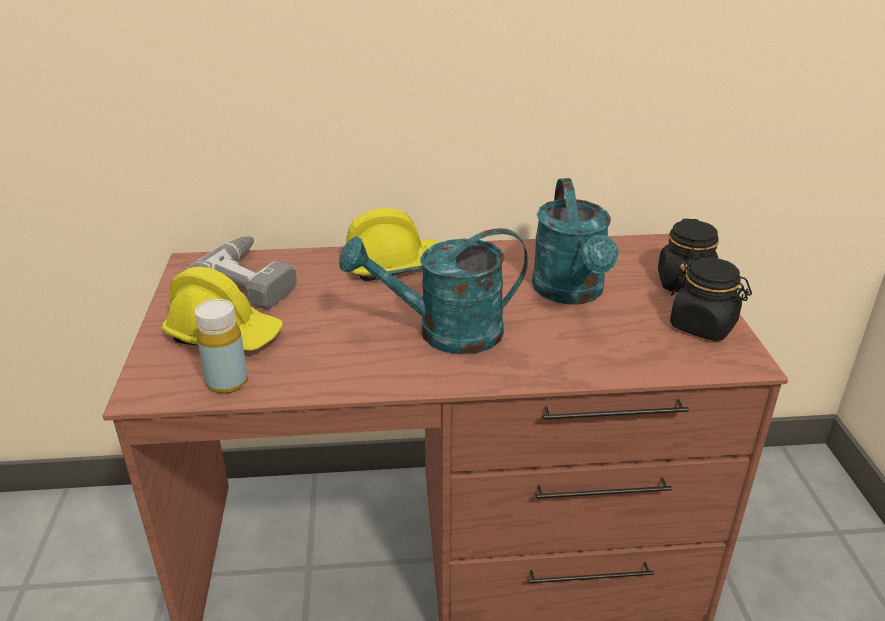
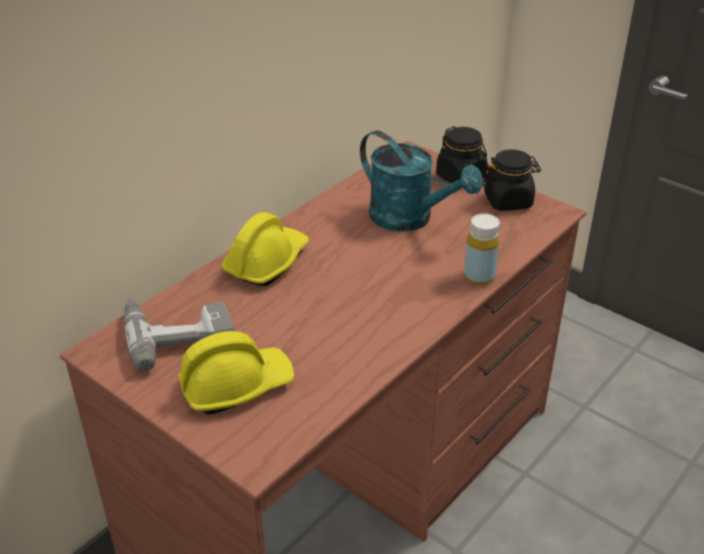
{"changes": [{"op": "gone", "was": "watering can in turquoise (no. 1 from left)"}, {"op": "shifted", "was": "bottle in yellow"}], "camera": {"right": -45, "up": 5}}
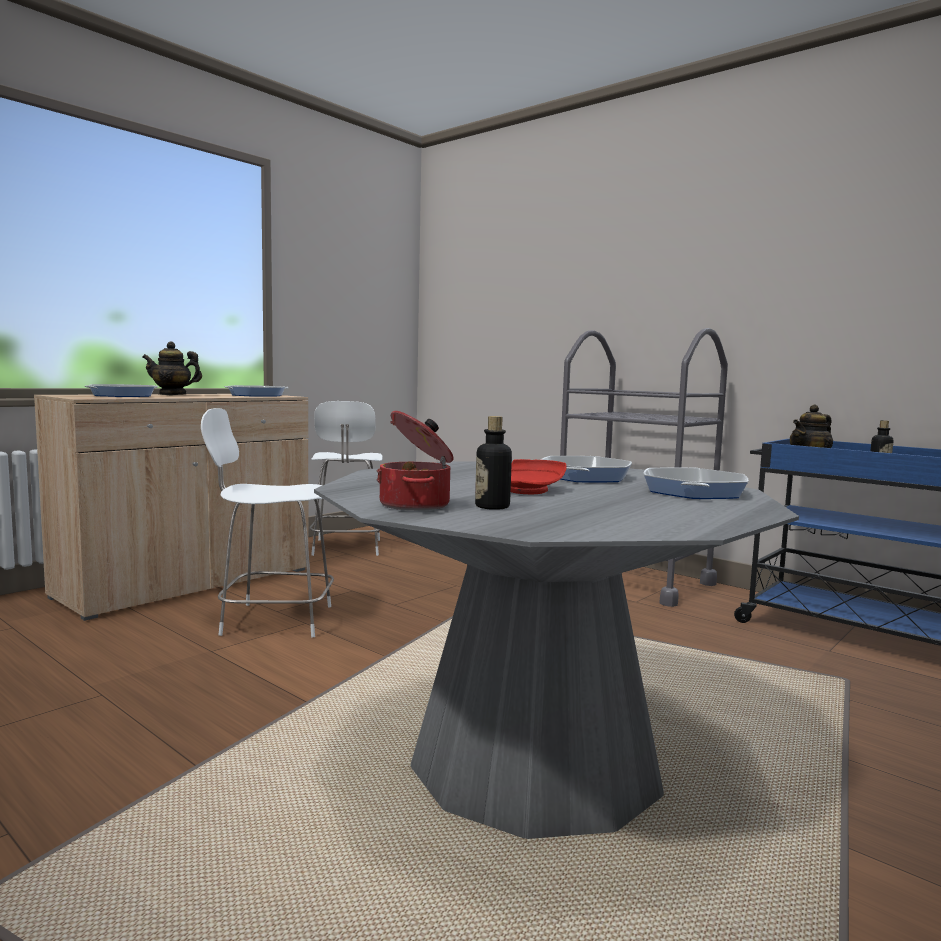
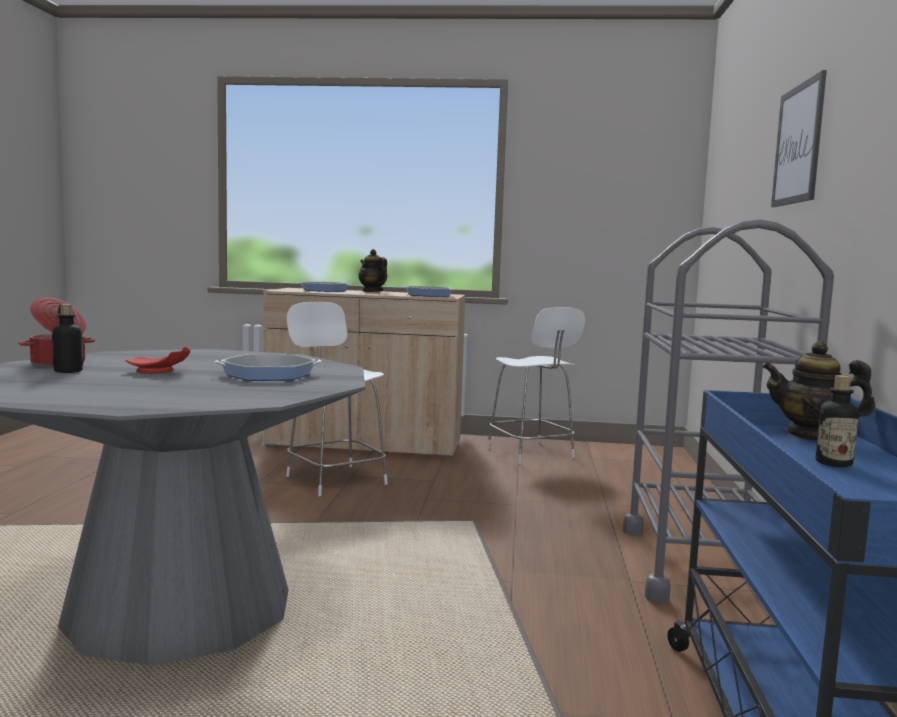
{"changes": [{"op": "rotated", "was": "chair in white (no. 2 from left)", "clockwise": -75}, {"op": "gone", "was": "frying pan (no. 4 from left)"}, {"op": "new", "now": "picture"}], "camera": {"right": 55, "up": 0}}
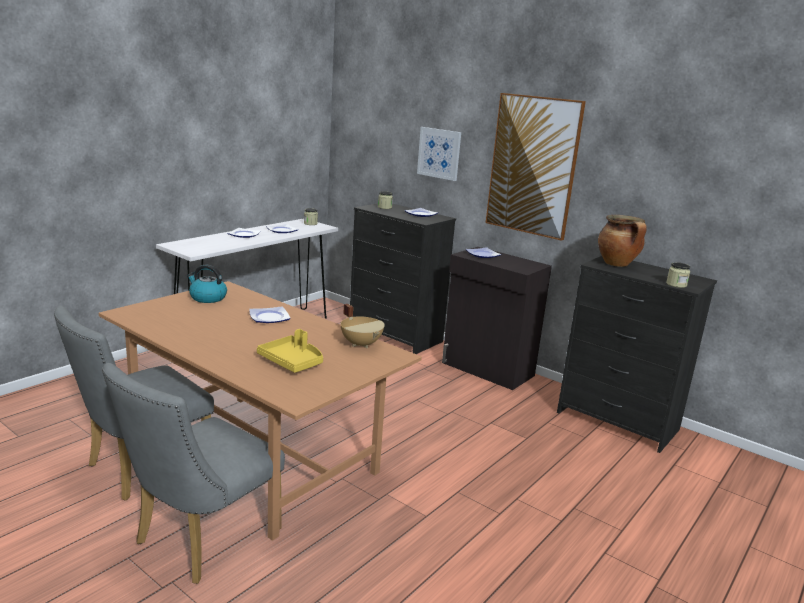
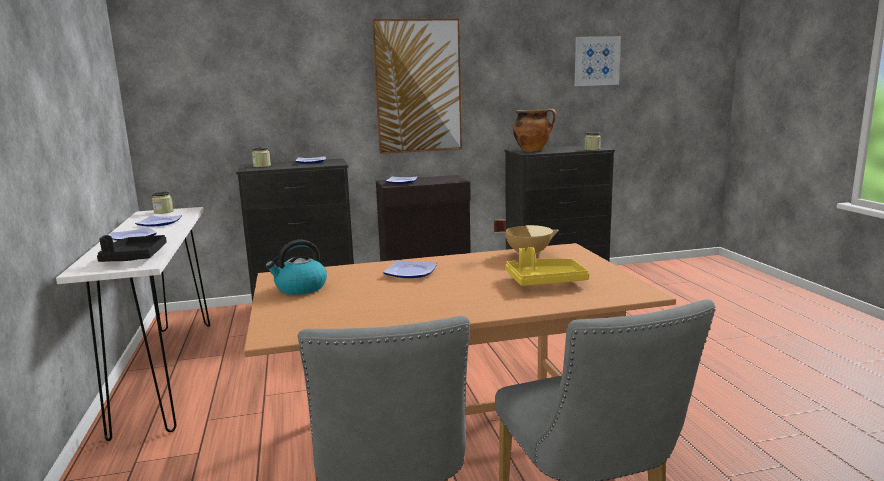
{"changes": [{"op": "shifted", "was": "picture (no. 1 from left in the first image)", "now": "picture (no. 2 from left)"}, {"op": "new", "now": "tray in black"}], "camera": {"right": -50, "up": -5}}
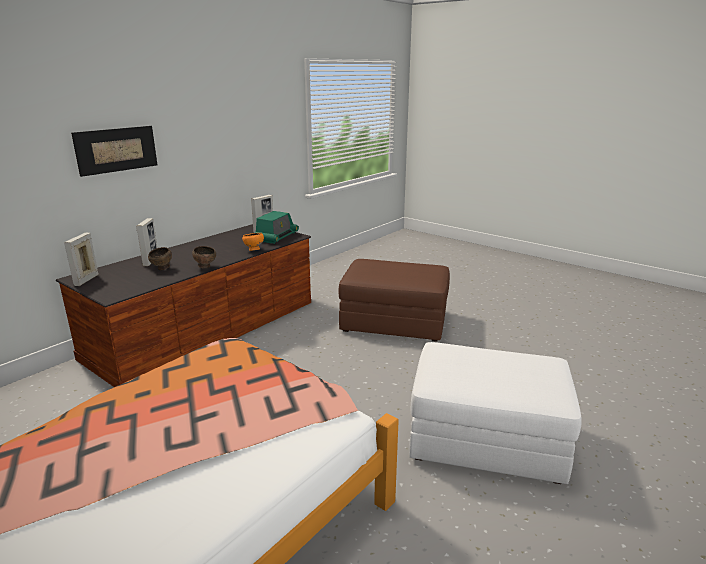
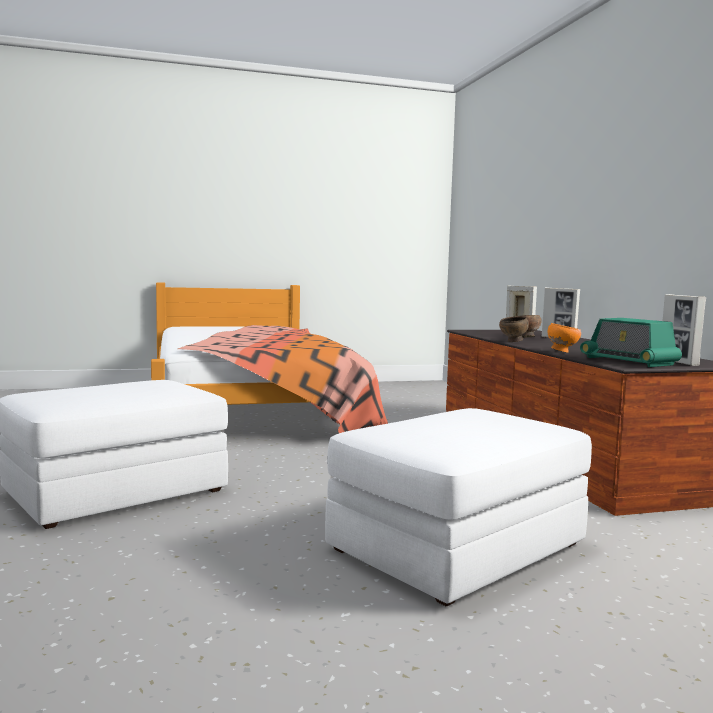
{"changes": [{"op": "gone", "was": "picture"}, {"op": "repainted", "was": "ottoman in brown", "now": "ottoman in white (no. 2 from left)"}], "camera": {"right": 125, "up": -15}}
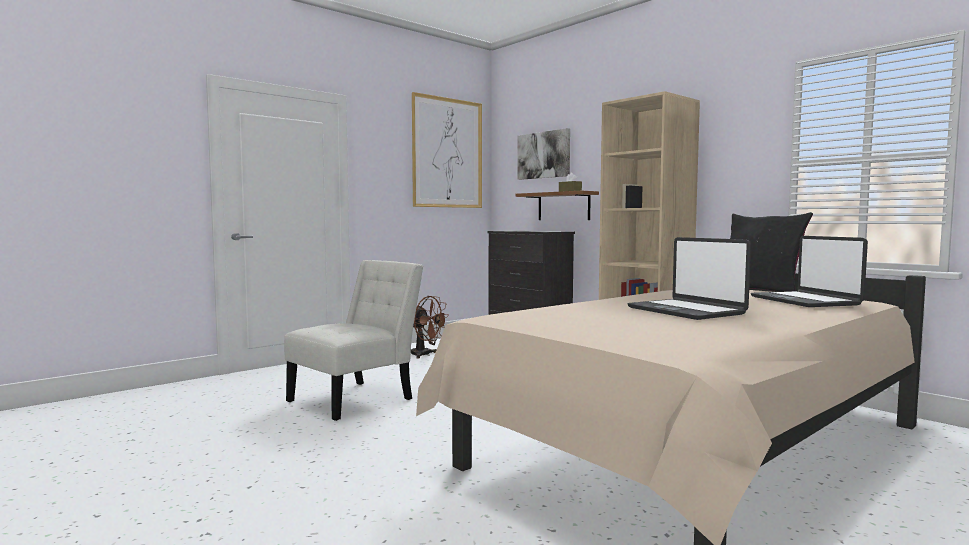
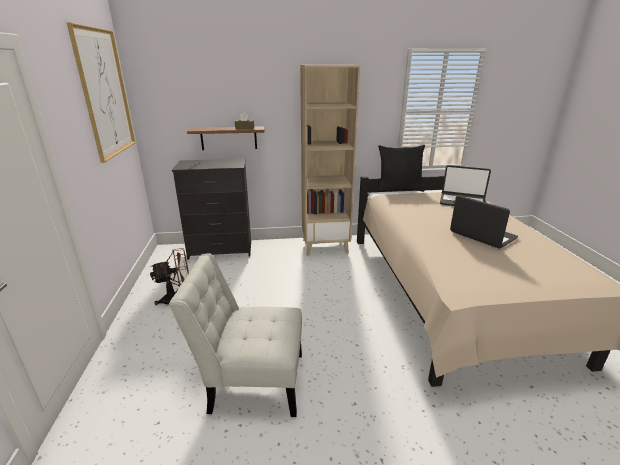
{"changes": [{"op": "gone", "was": "picture (no. 2 from left)"}, {"op": "rotated", "was": "laptop (no. 1 from left in the first image)", "clockwise": -135}, {"op": "rotated", "was": "chair in white", "clockwise": -75}], "camera": {"right": -55, "up": 20}}
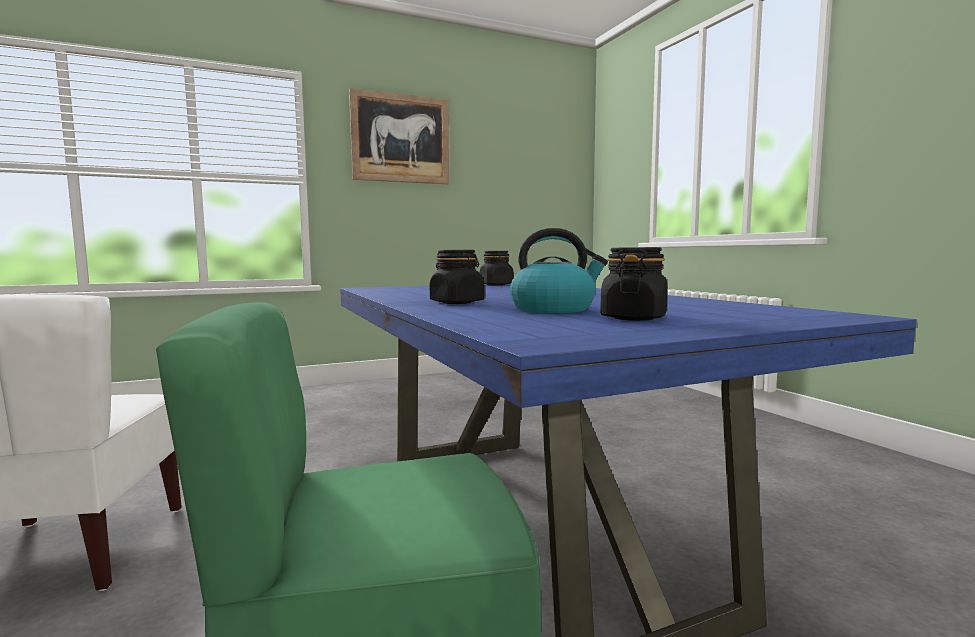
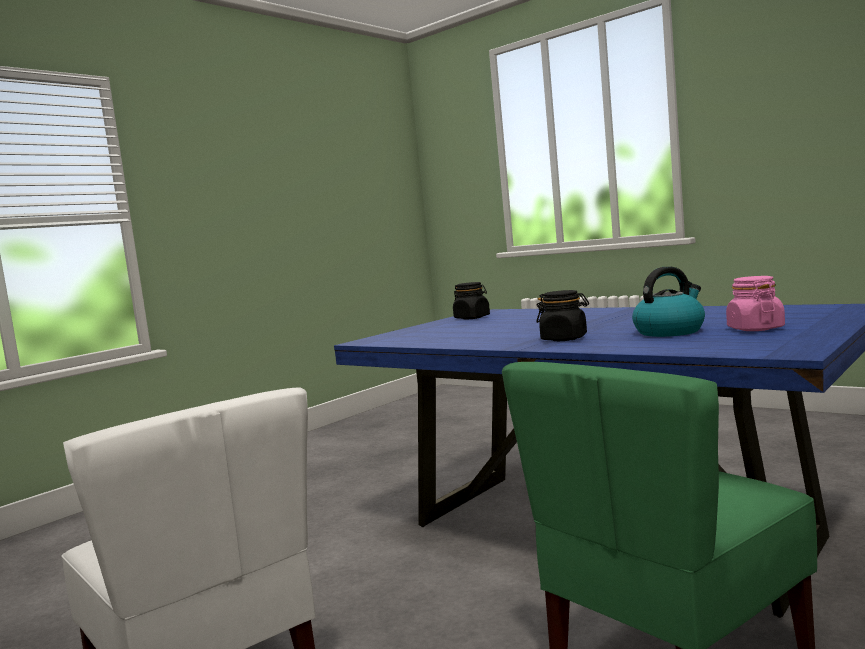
{"changes": [{"op": "gone", "was": "picture"}, {"op": "repainted", "was": "jar in black (no. 3 from left)", "now": "jar in pink"}], "camera": {"right": -25, "up": 0}}
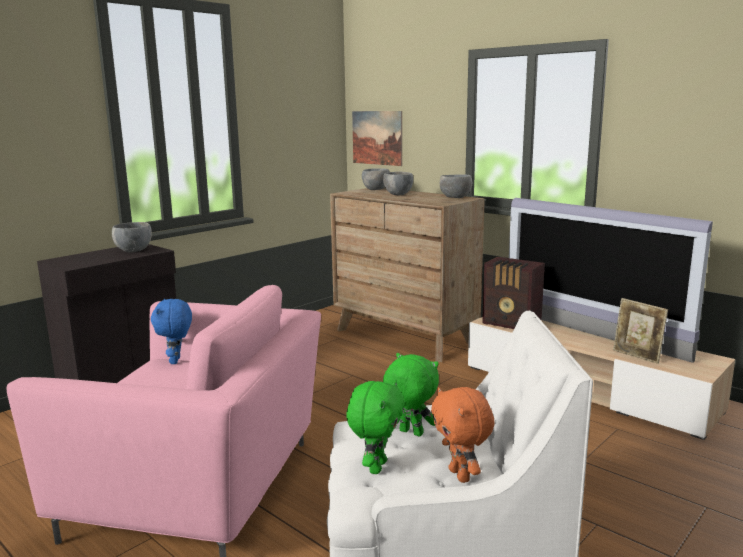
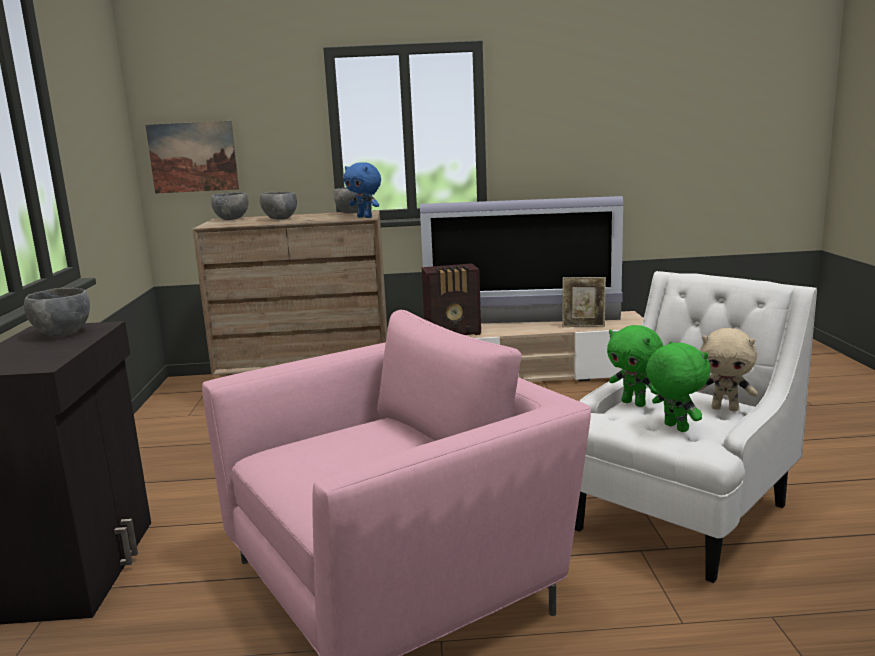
{"changes": [{"op": "shifted", "was": "plush toy in blue"}, {"op": "rotated", "was": "plush toy in green (no. 2 from left in the first image)", "clockwise": -120}, {"op": "repainted", "was": "plush toy in orange", "now": "plush toy in beige"}], "camera": {"right": -45, "up": 0}}
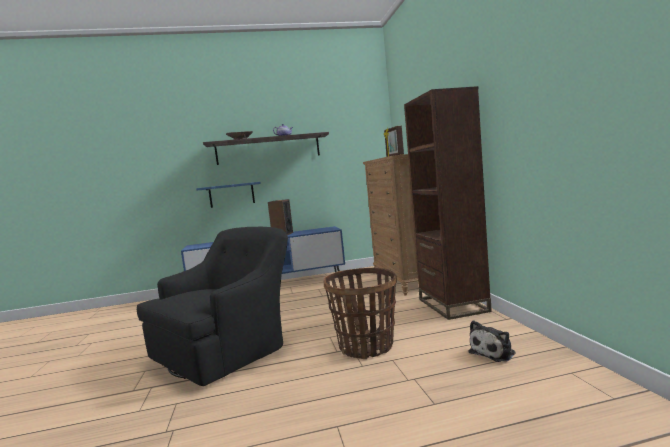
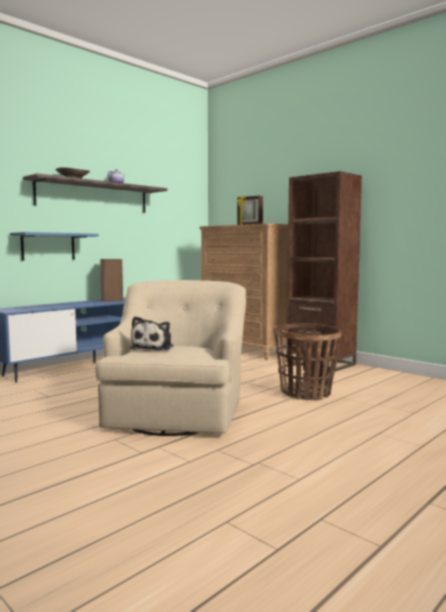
{"changes": [{"op": "repainted", "was": "armchair in black", "now": "armchair in beige"}, {"op": "shifted", "was": "plush toy"}], "camera": {"right": -35, "up": 0}}
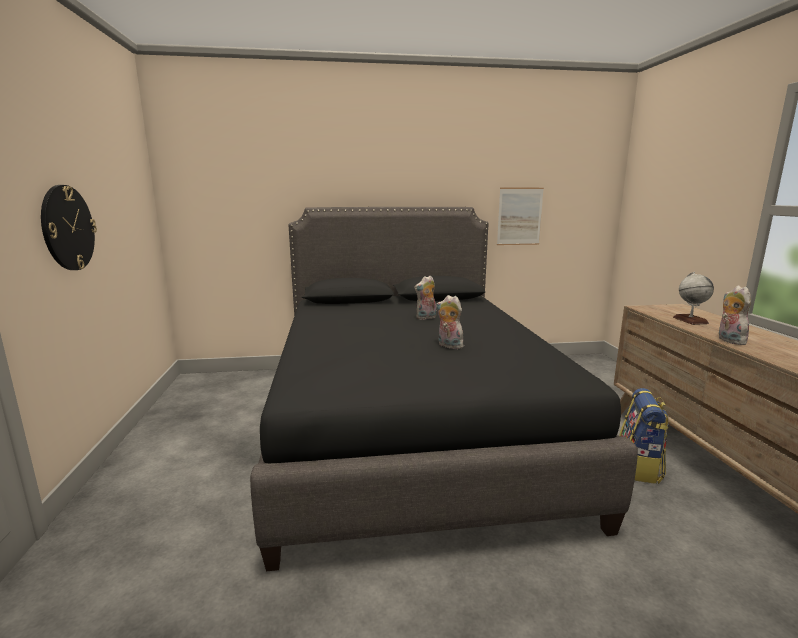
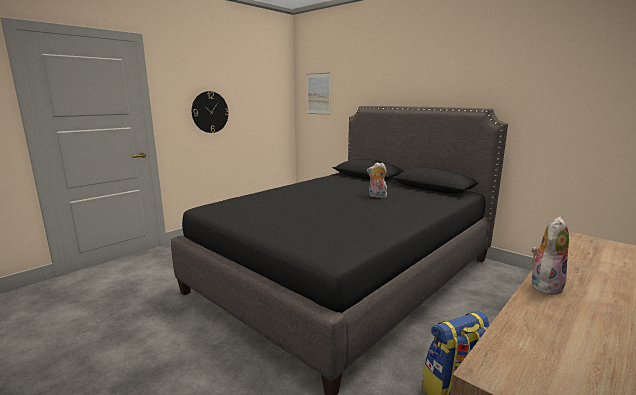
{"changes": [{"op": "shifted", "was": "picture"}, {"op": "gone", "was": "globe"}, {"op": "gone", "was": "plush toy (no. 2 from left)"}], "camera": {"right": 50, "up": 0}}
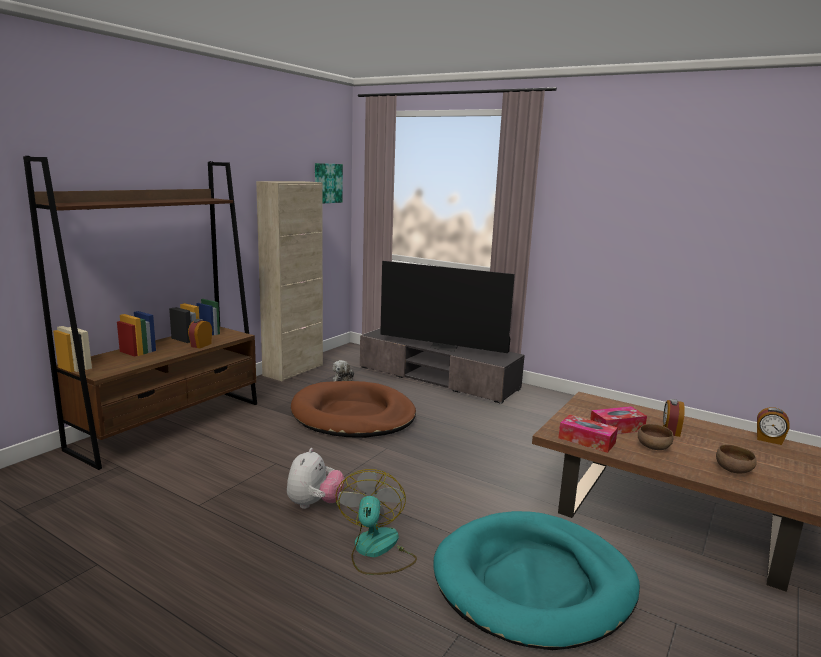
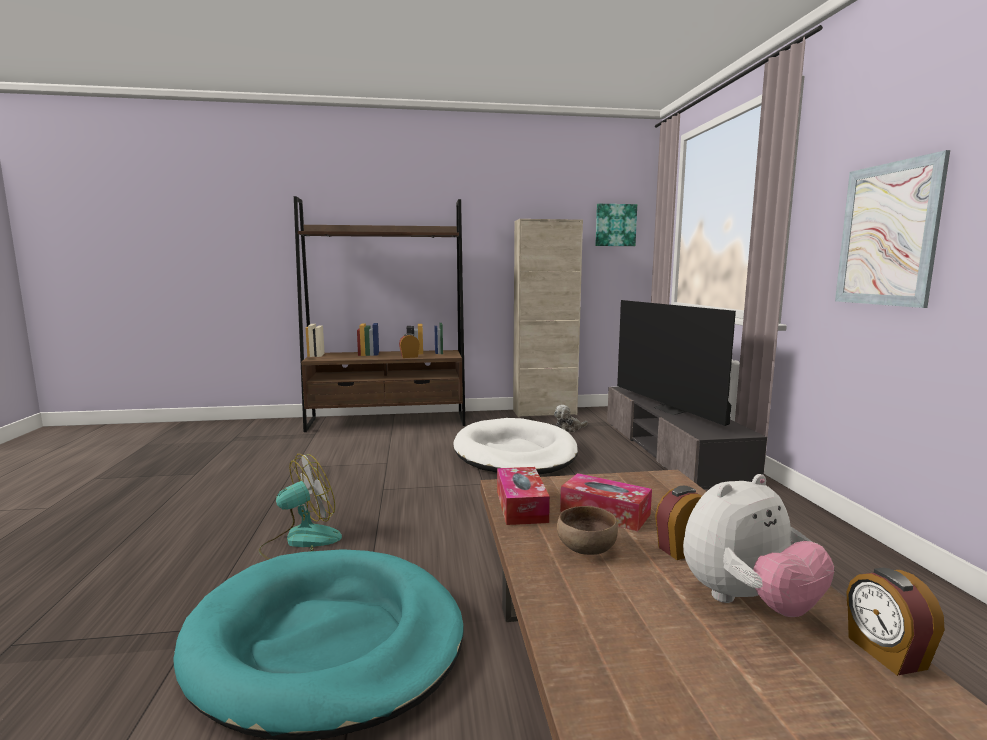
{"changes": [{"op": "repainted", "was": "dog bed in brown", "now": "dog bed in white"}, {"op": "gone", "was": "bowl in brown (no. 2 from left)"}, {"op": "shifted", "was": "plush toy (no. 1 from left in the first image)", "now": "plush toy (no. 2 from left)"}, {"op": "new", "now": "picture (no. 2 from left)"}], "camera": {"right": 50, "up": -5}}
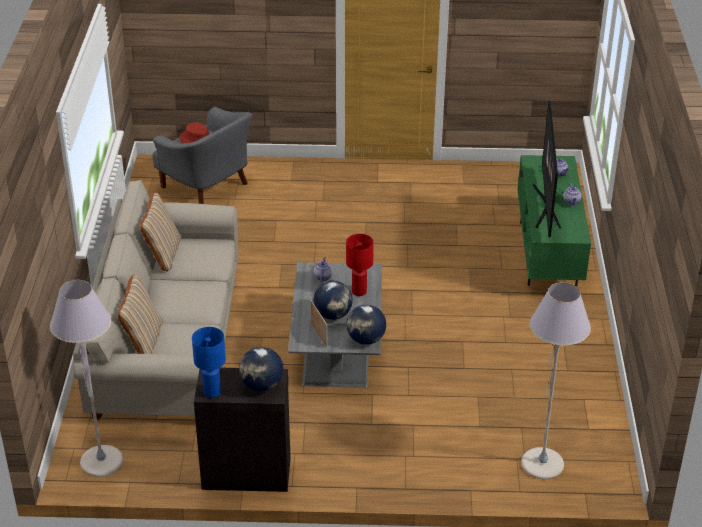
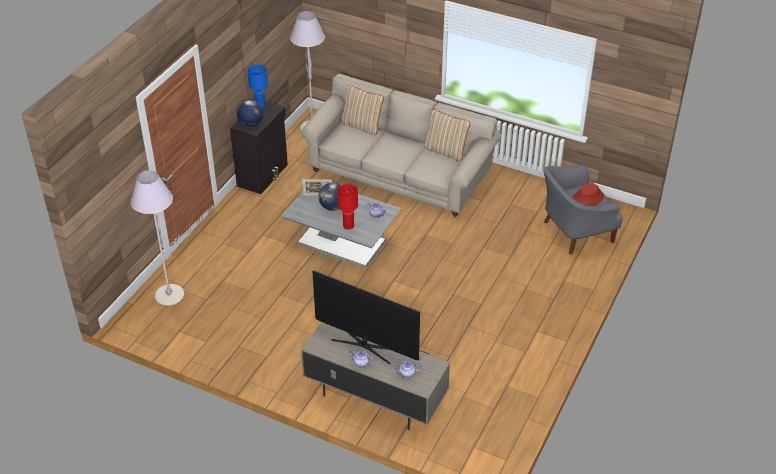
{"changes": [{"op": "repainted", "was": "tv stand in green", "now": "tv stand in grey"}, {"op": "gone", "was": "globe (no. 3 from left)"}], "camera": {"right": 115, "up": 5}}
